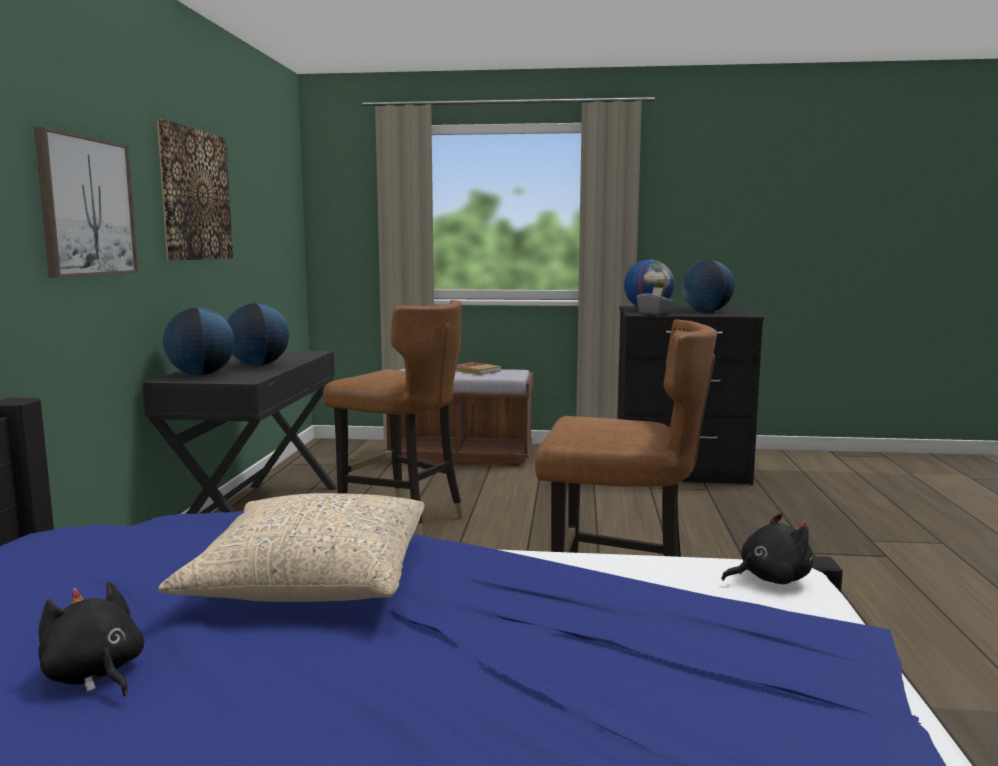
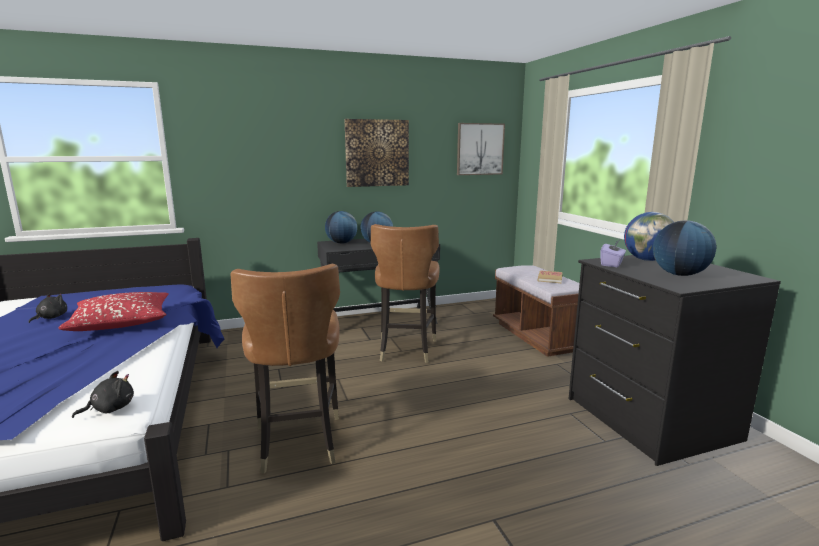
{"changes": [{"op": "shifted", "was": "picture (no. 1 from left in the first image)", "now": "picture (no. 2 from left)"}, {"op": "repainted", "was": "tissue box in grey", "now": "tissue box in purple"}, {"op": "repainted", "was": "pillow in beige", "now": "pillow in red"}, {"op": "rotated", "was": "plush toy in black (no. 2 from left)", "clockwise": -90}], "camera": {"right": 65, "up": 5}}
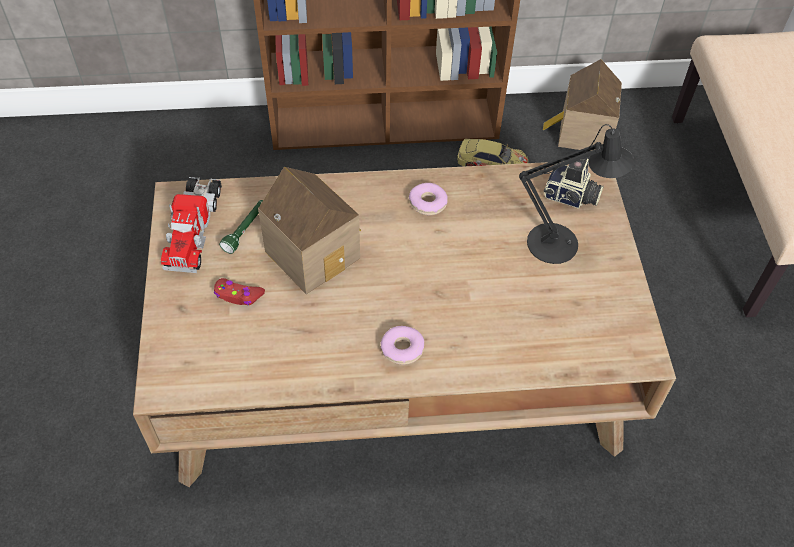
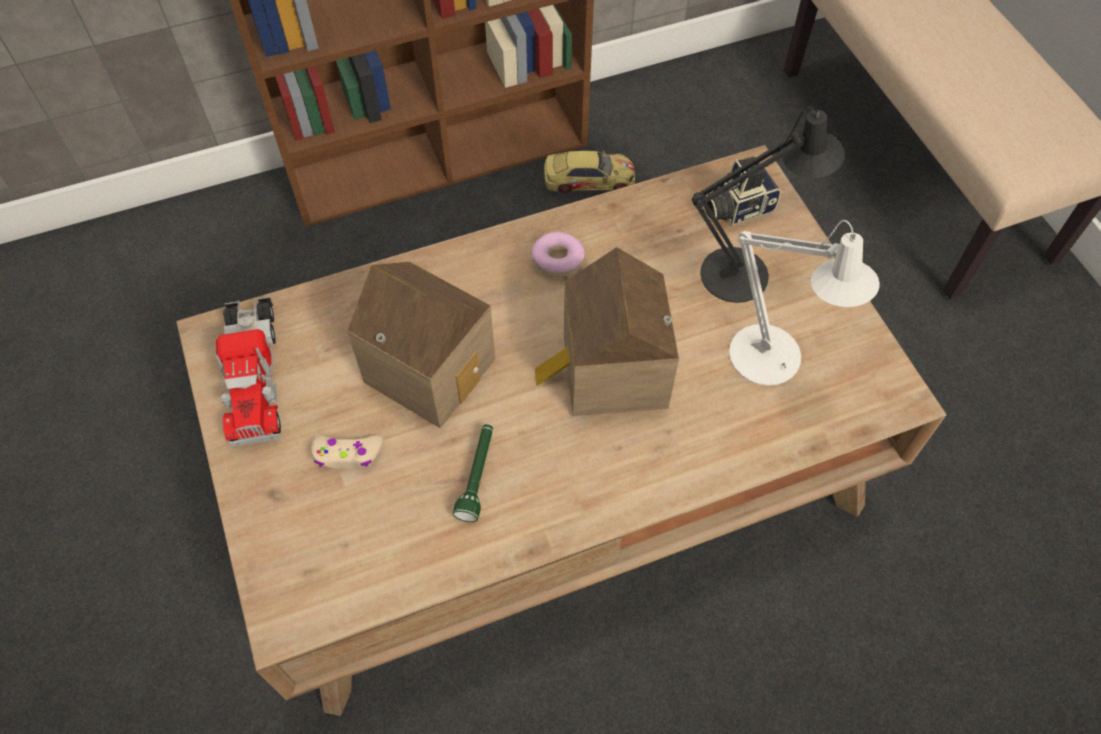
{"changes": [{"op": "shifted", "was": "toy house (no. 2 from left)"}, {"op": "rotated", "was": "photo camera", "clockwise": 150}, {"op": "shifted", "was": "flashlight in green"}, {"op": "repainted", "was": "game controller in red", "now": "game controller in beige"}, {"op": "gone", "was": "donut (no. 1 from left)"}, {"op": "new", "now": "table lamp in white"}], "camera": {"right": -15, "up": 5}}
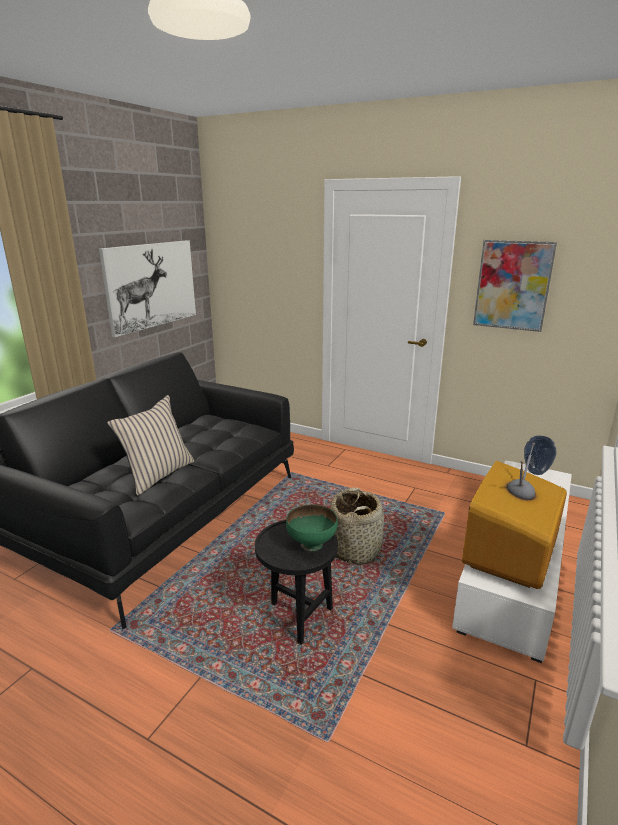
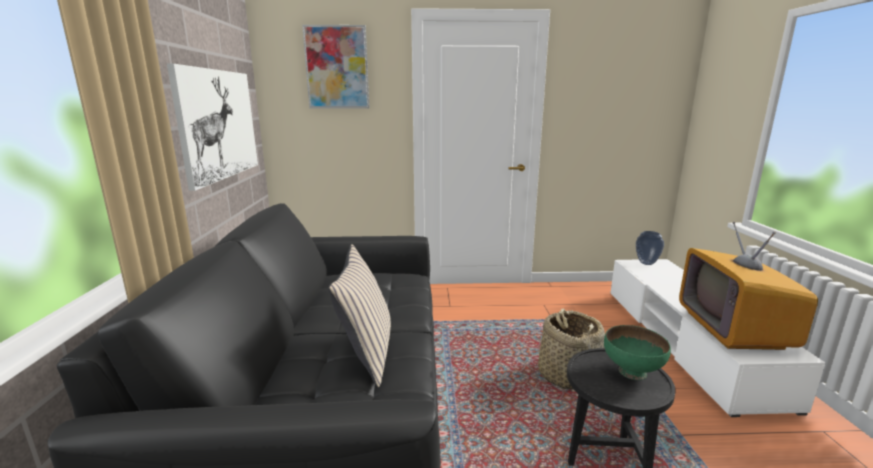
{"changes": [{"op": "shifted", "was": "picture (no. 2 from left)"}], "camera": {"right": -30, "up": -5}}
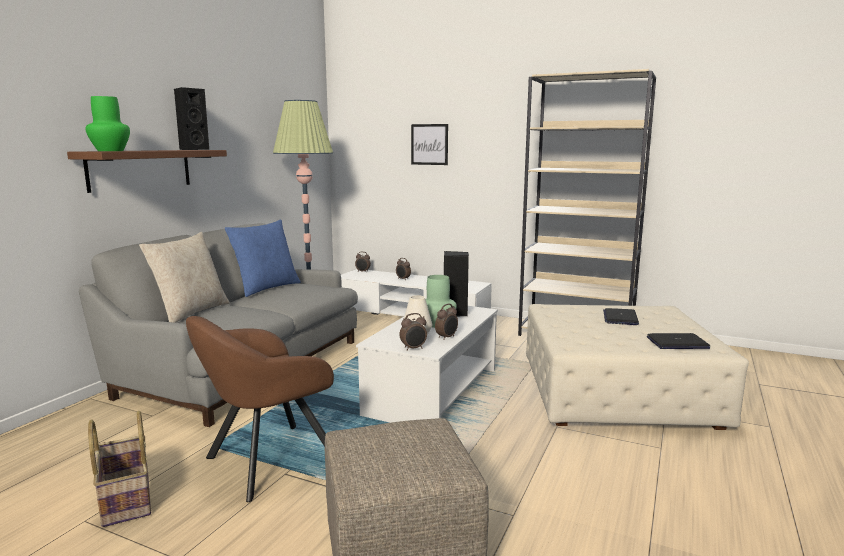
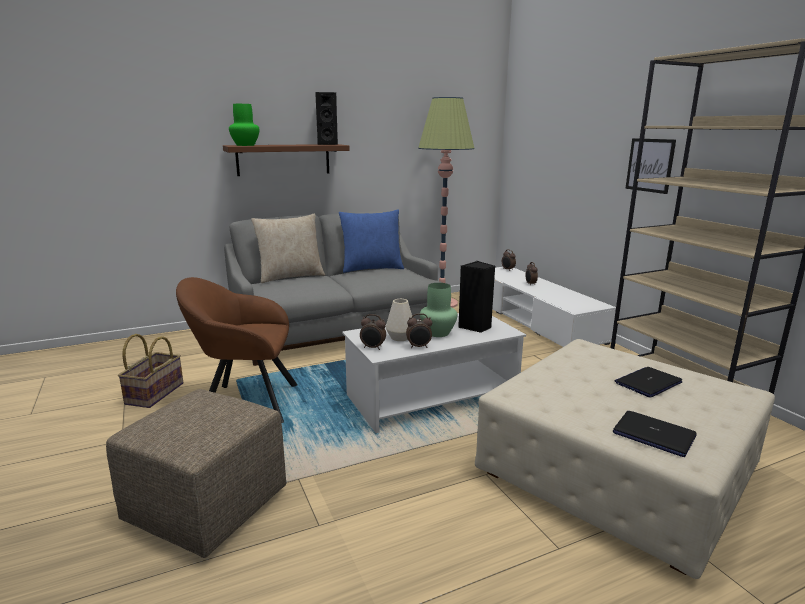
{"changes": [{"op": "shifted", "was": "picture"}], "camera": {"right": 40, "up": 5}}
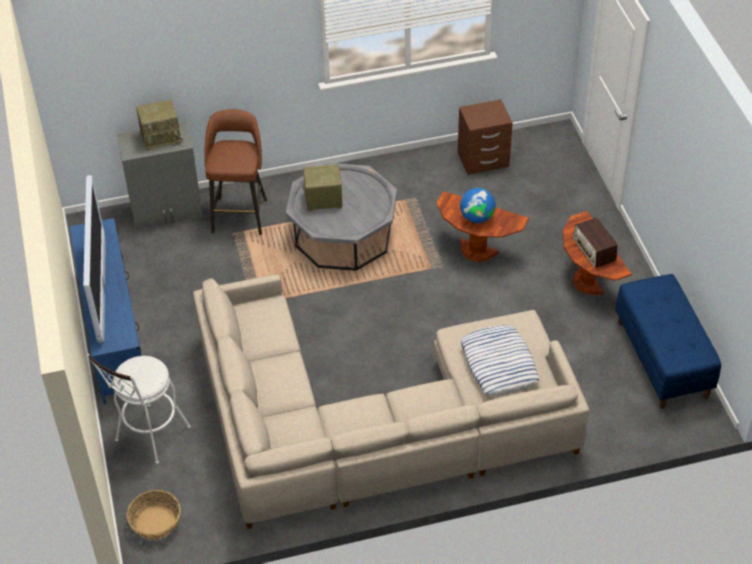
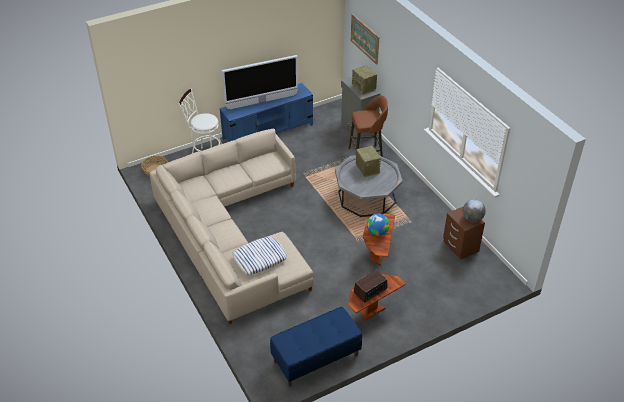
{"changes": [{"op": "new", "now": "picture"}, {"op": "new", "now": "globe (no. 2 from left)"}], "camera": {"right": 75, "up": -5}}
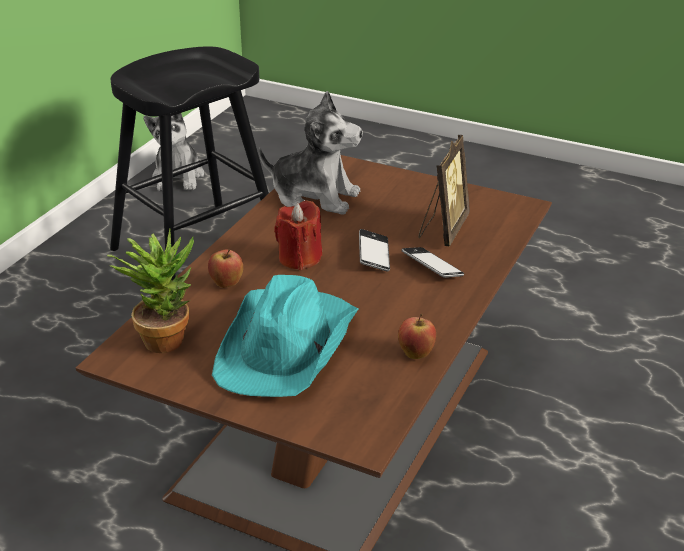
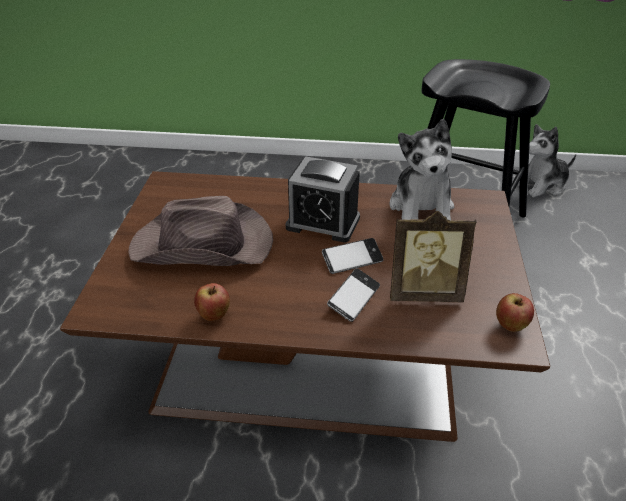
{"changes": [{"op": "swapped", "was": "candle in red", "now": "alarm clock"}, {"op": "gone", "was": "potted plant"}, {"op": "shifted", "was": "apple (no. 1 from left in the first image)", "now": "apple (no. 2 from left)"}, {"op": "repainted", "was": "hat in turquoise", "now": "hat in brown"}], "camera": {"right": 70, "up": 5}}
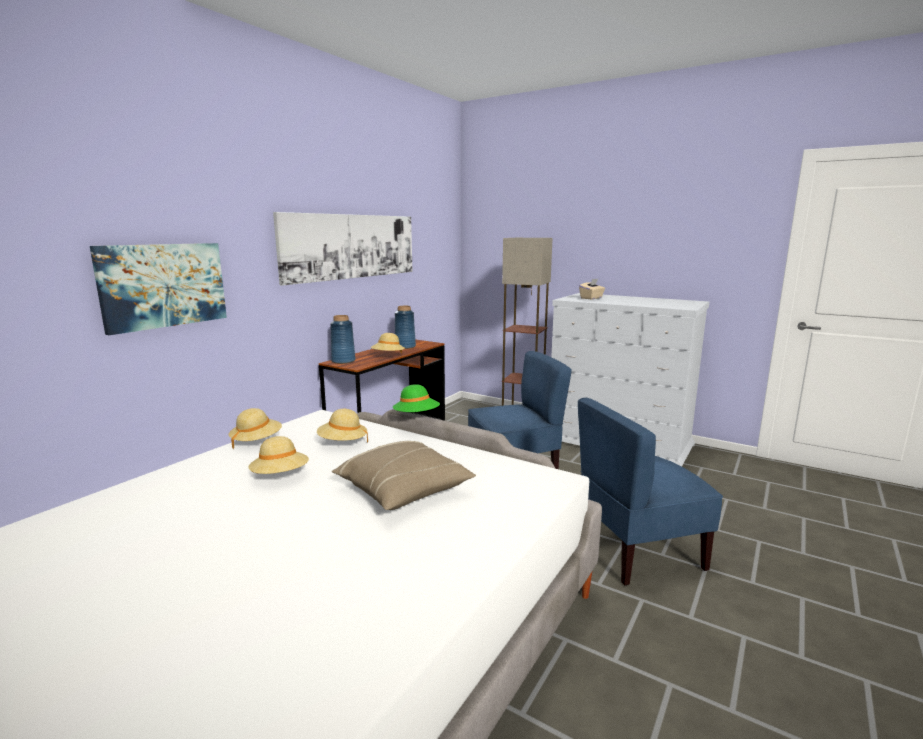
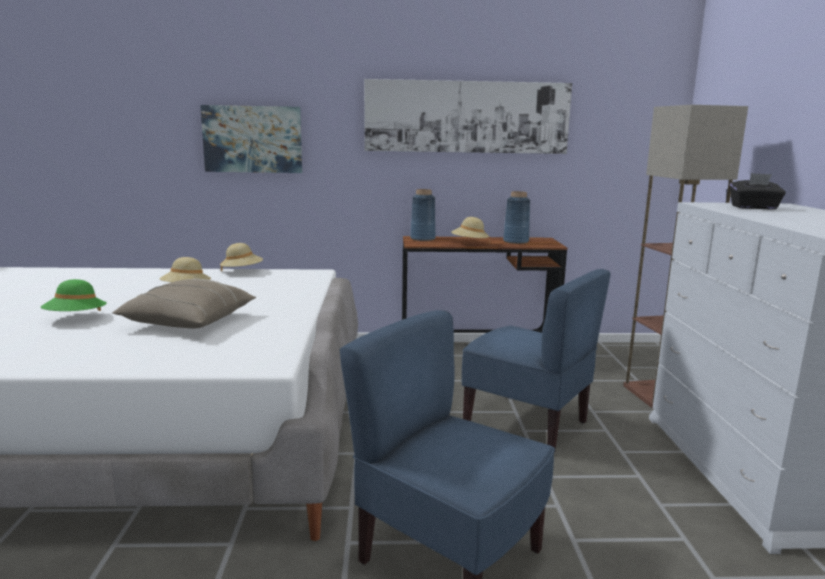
{"changes": [{"op": "repainted", "was": "tissue box in beige", "now": "tissue box in black"}, {"op": "shifted", "was": "hat in green"}, {"op": "gone", "was": "hat in beige (no. 3 from left)"}], "camera": {"right": 55, "up": 0}}
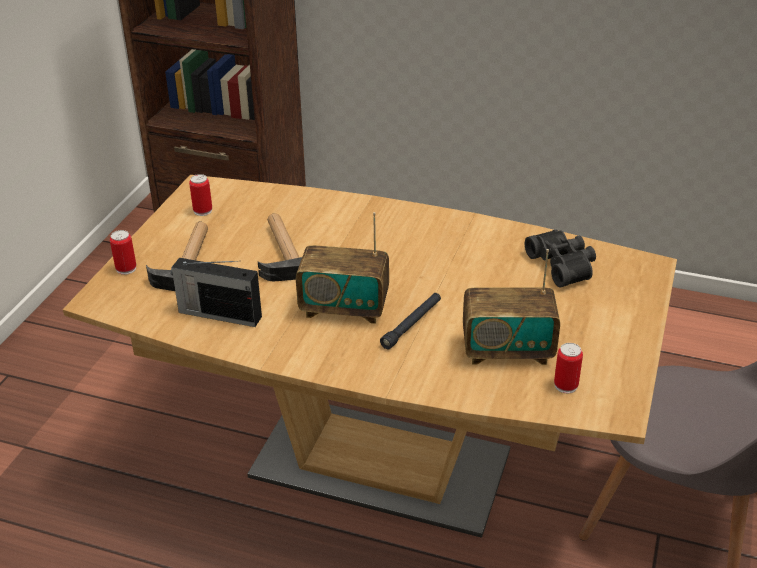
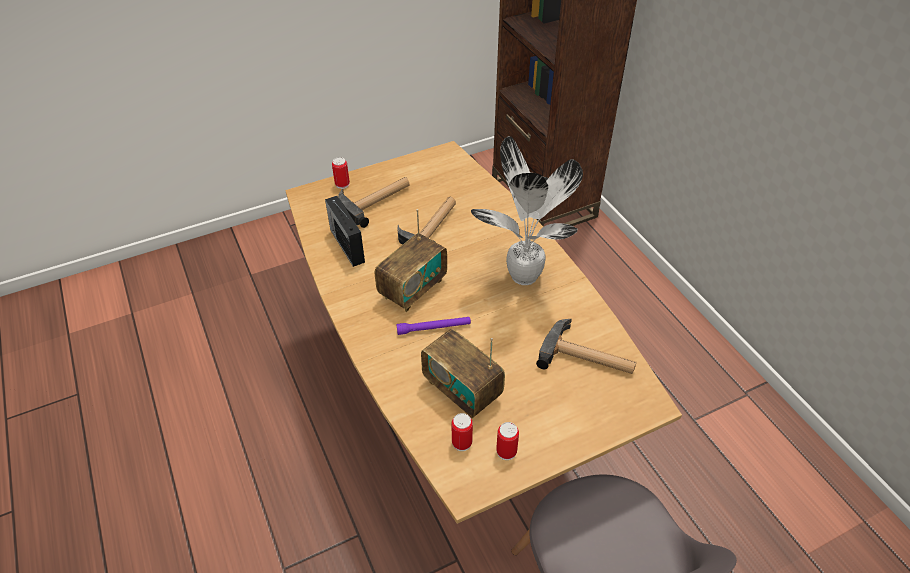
{"changes": [{"op": "shifted", "was": "can (no. 2 from left in the first image)", "now": "can (no. 3 from left)"}, {"op": "rotated", "was": "radio (no. 2 from left)", "clockwise": -105}, {"op": "swapped", "was": "binoculars in black", "now": "hammer (no. 3 from left)"}, {"op": "repainted", "was": "flashlight in black", "now": "flashlight in purple"}, {"op": "new", "now": "potted plant"}], "camera": {"right": 45, "up": 10}}
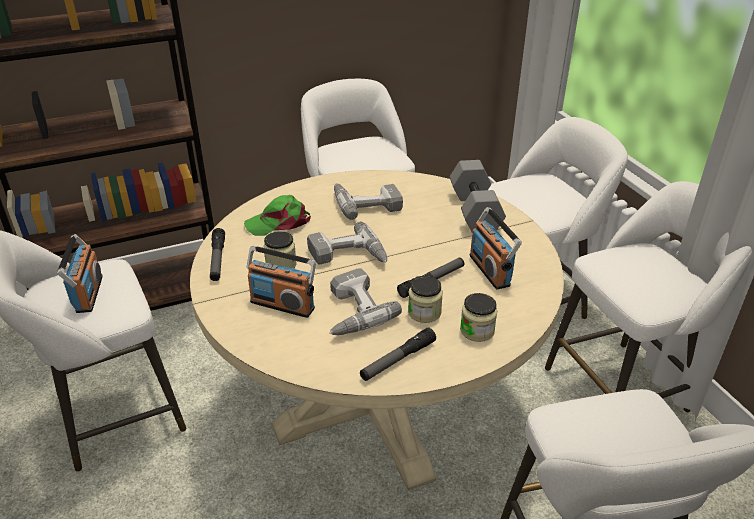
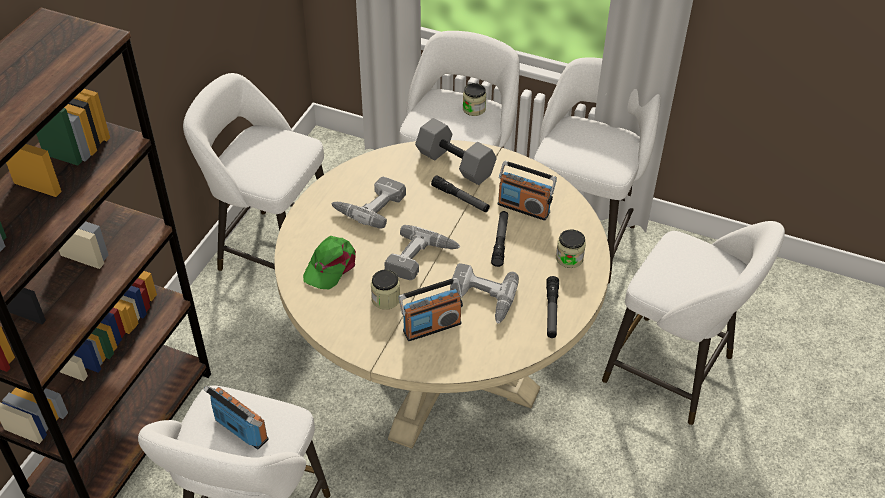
{"changes": [{"op": "shifted", "was": "flashlight (no. 1 from left)"}, {"op": "shifted", "was": "jar (no. 2 from left)"}], "camera": {"right": -45, "up": 10}}
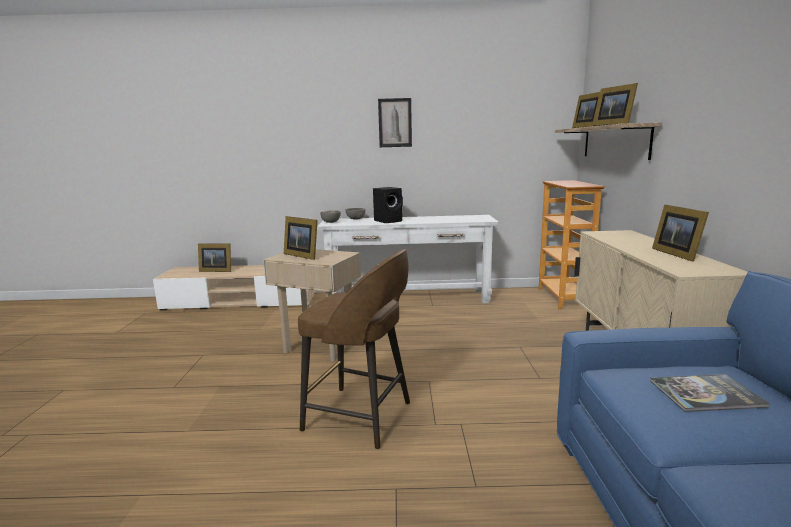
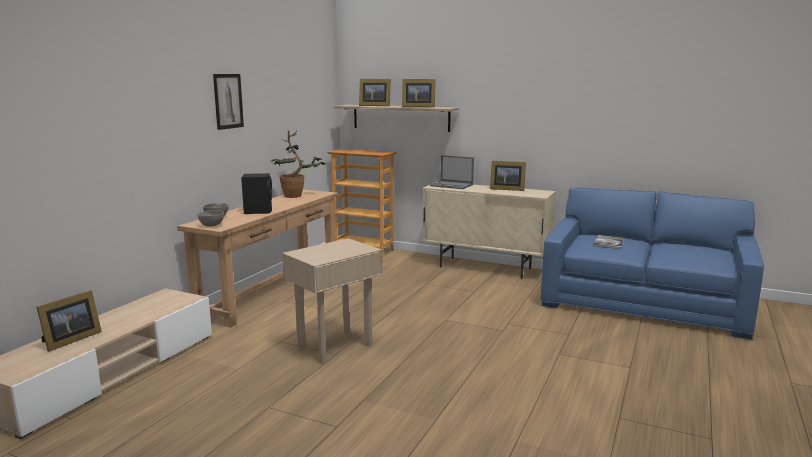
{"changes": [{"op": "repainted", "was": "console table in white", "now": "console table in brown"}, {"op": "gone", "was": "picture frame (no. 2 from left)"}, {"op": "gone", "was": "stool in brown"}, {"op": "new", "now": "potted plant"}, {"op": "new", "now": "laptop"}], "camera": {"right": -65, "up": 0}}
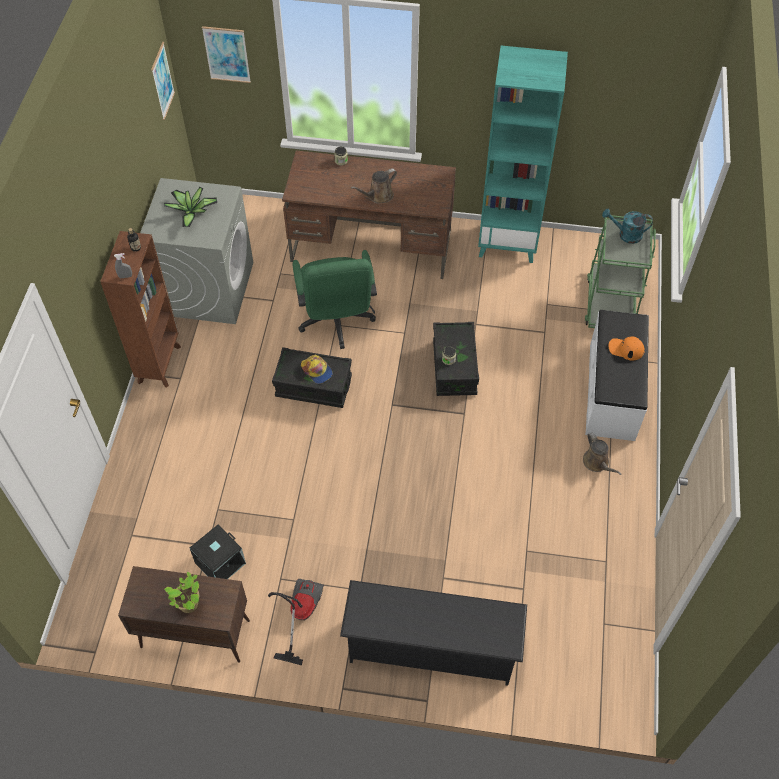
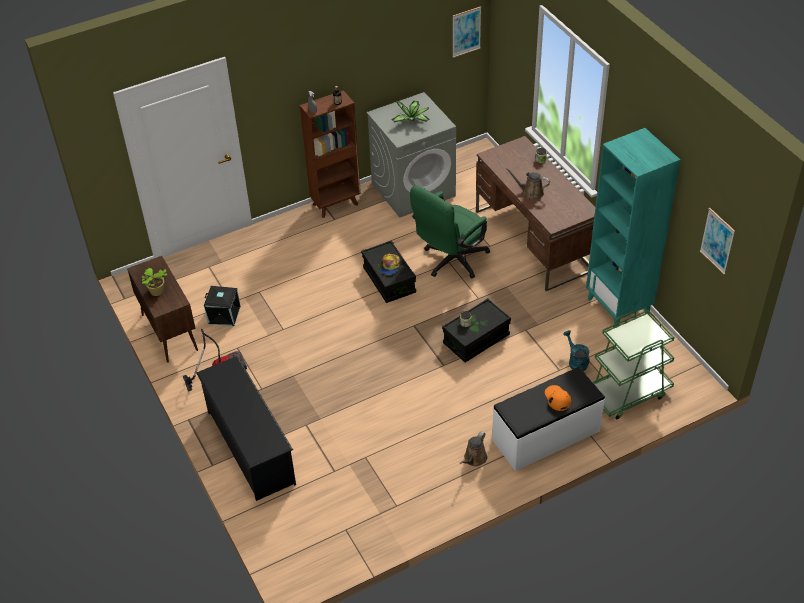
{"changes": [{"op": "shifted", "was": "picture (no. 2 from left)"}, {"op": "shifted", "was": "watering can in turquoise"}], "camera": {"right": 55, "up": -10}}
